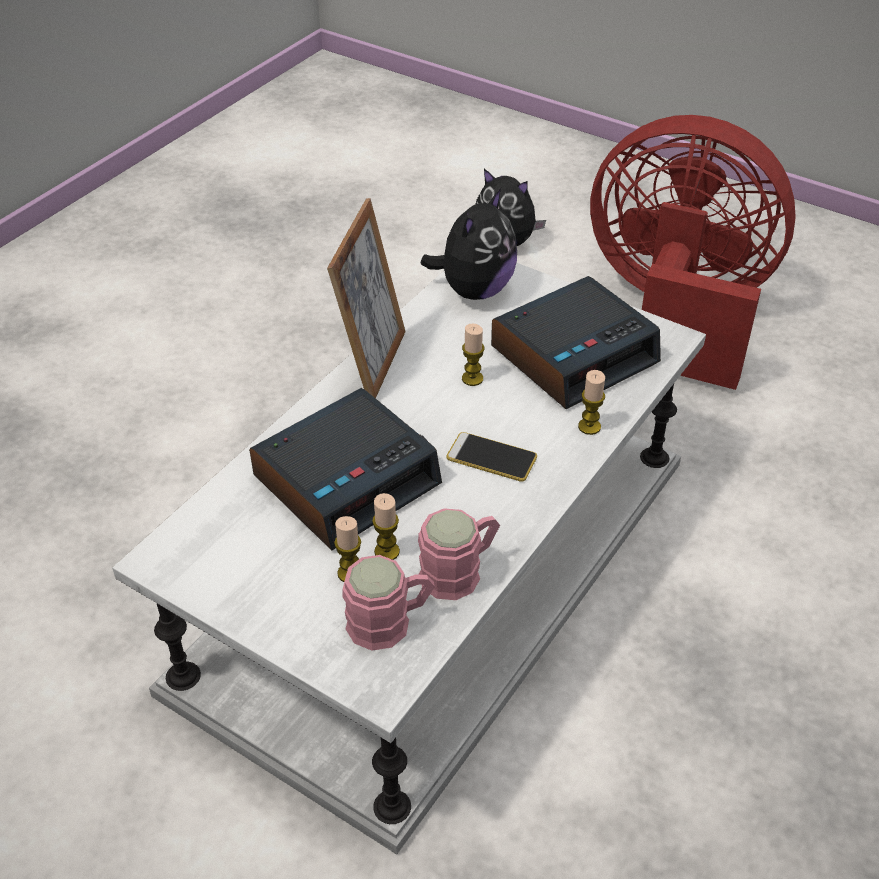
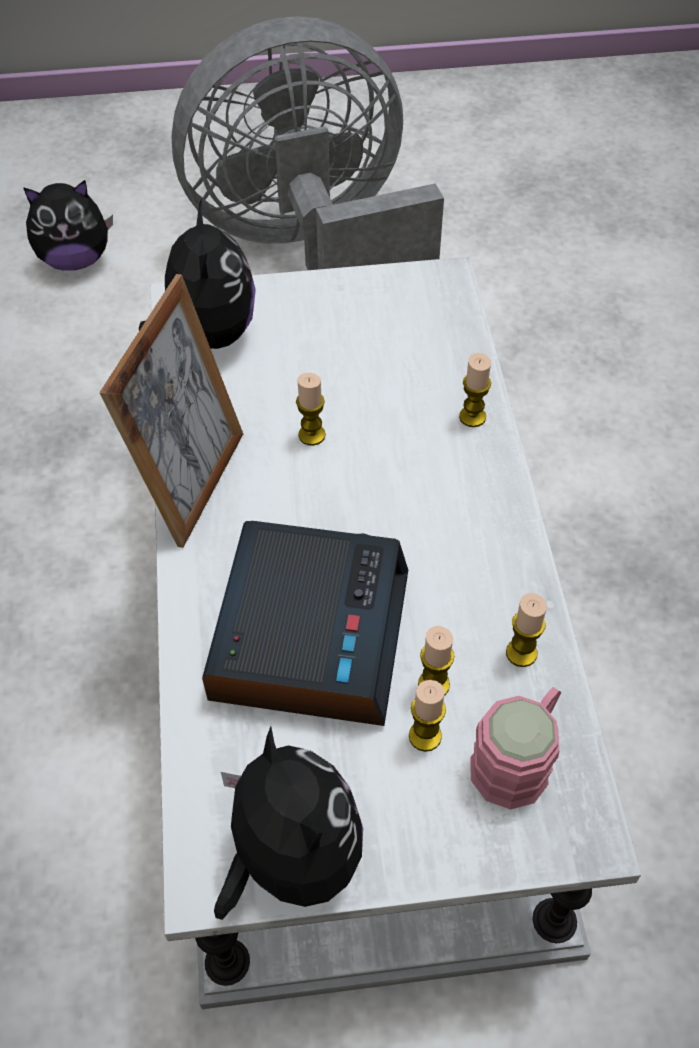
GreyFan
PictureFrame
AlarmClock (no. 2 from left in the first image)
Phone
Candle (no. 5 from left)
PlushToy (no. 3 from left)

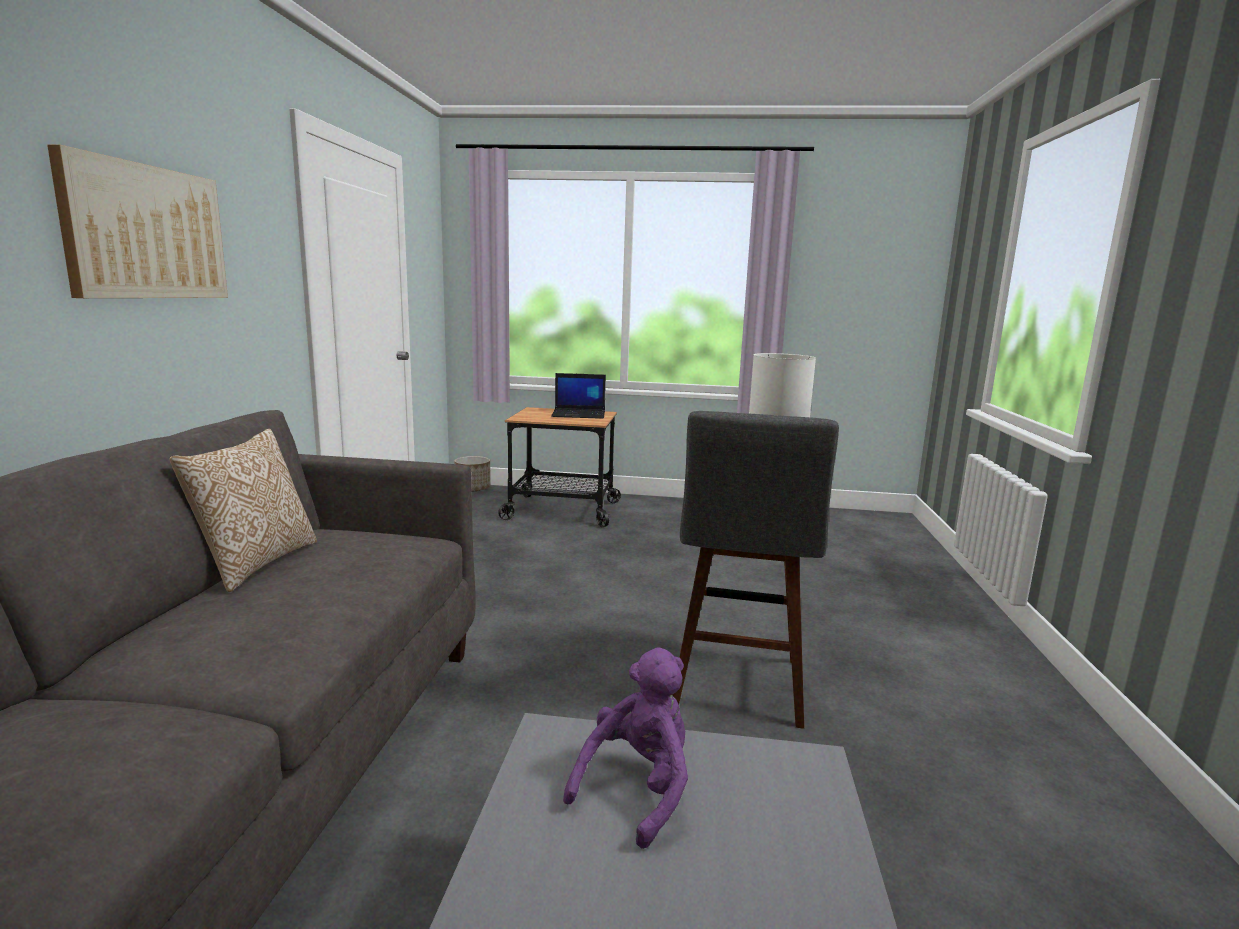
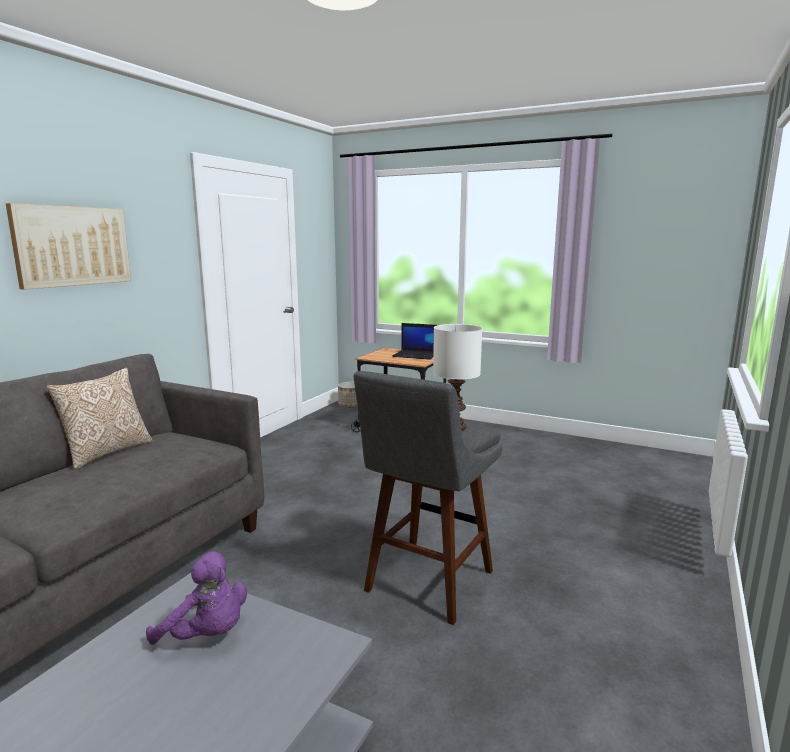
PurplePlushToy

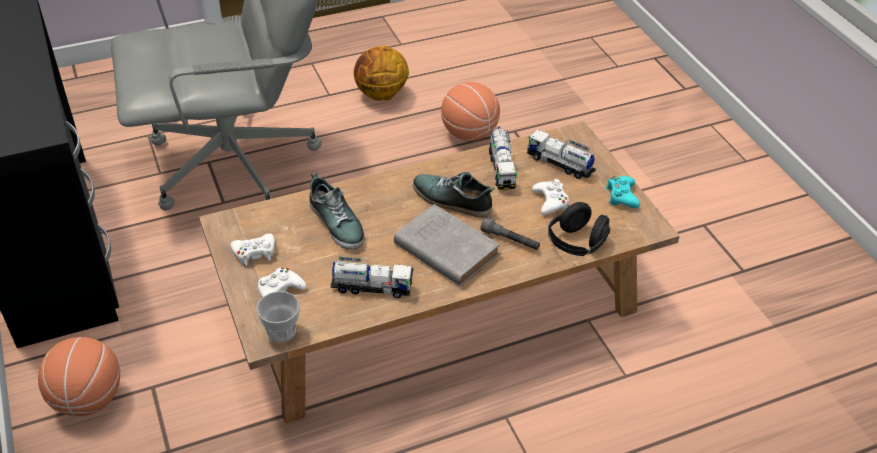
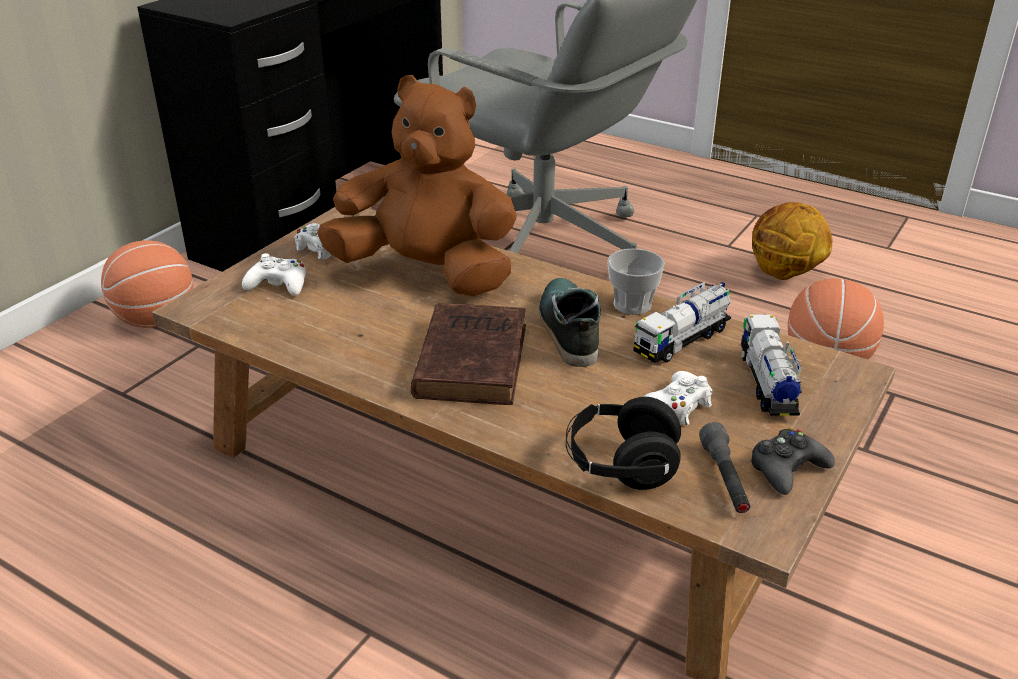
BrownPlushToy
BlackGameController
BrownBook
GreyFlashlight
ToyTruck (no. 1 from left in the first image)
Cup

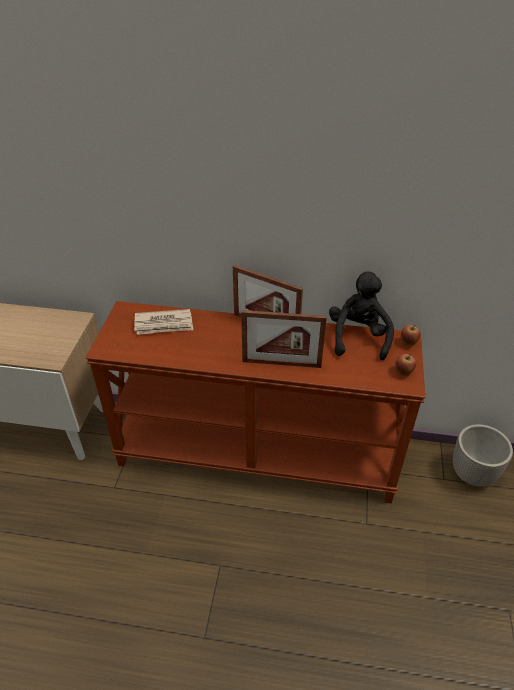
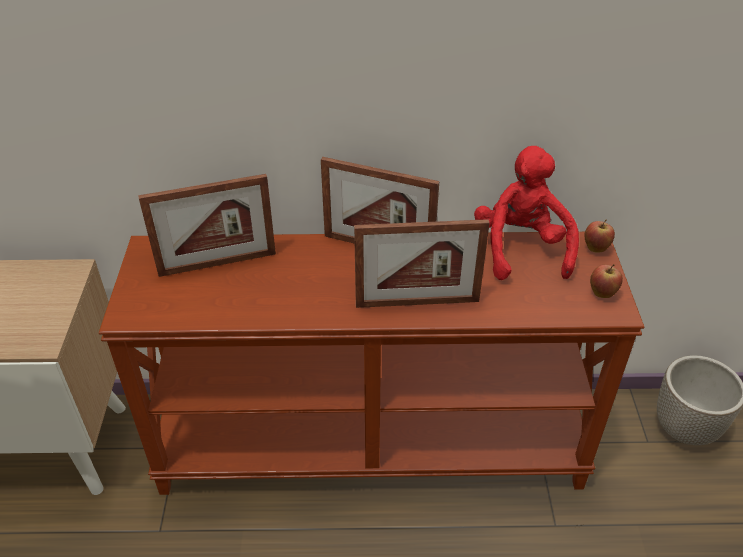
RedPlushToy
PictureFrame (no. 1 from left)

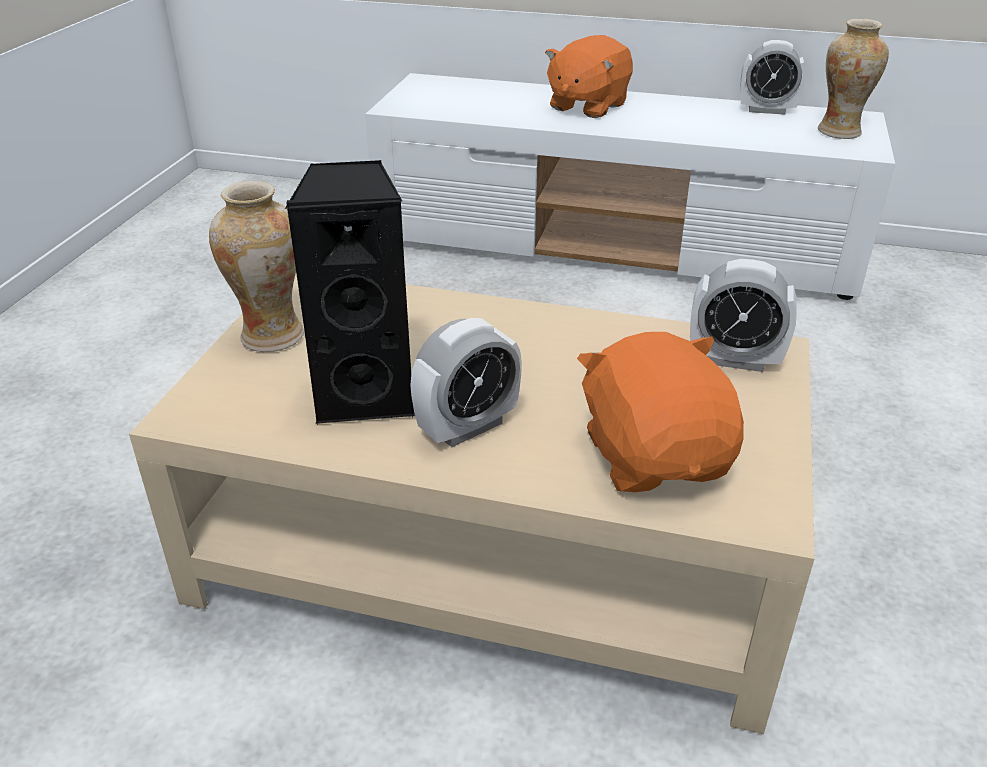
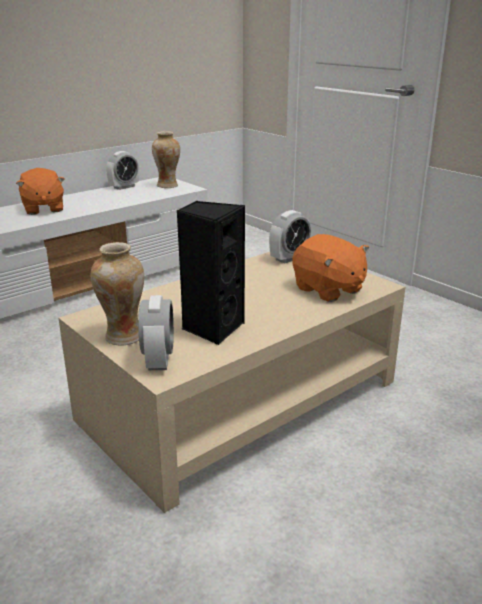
AlarmClock (no. 2 from left)
OrangePlushToy (no. 2 from left)

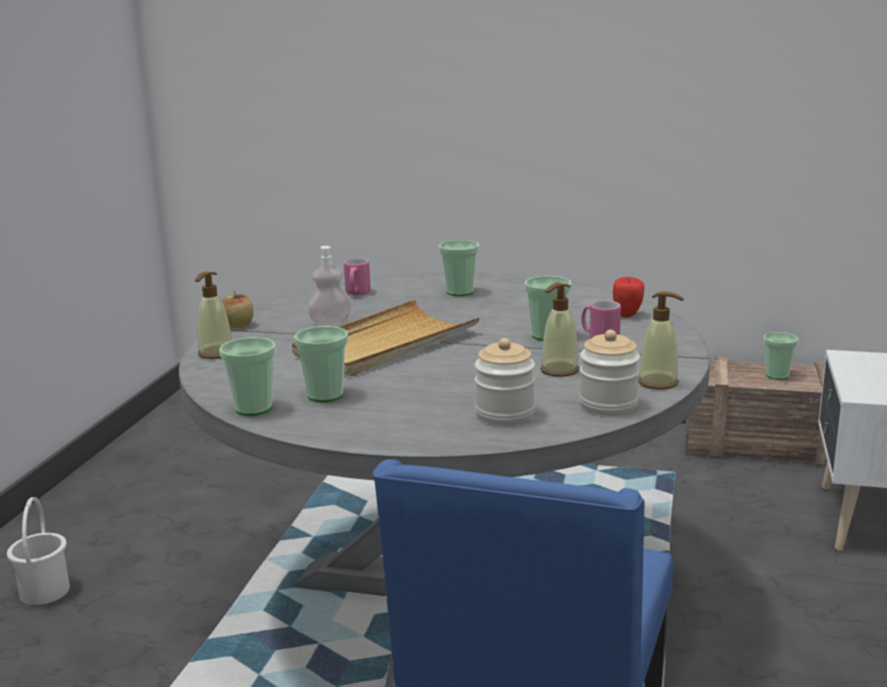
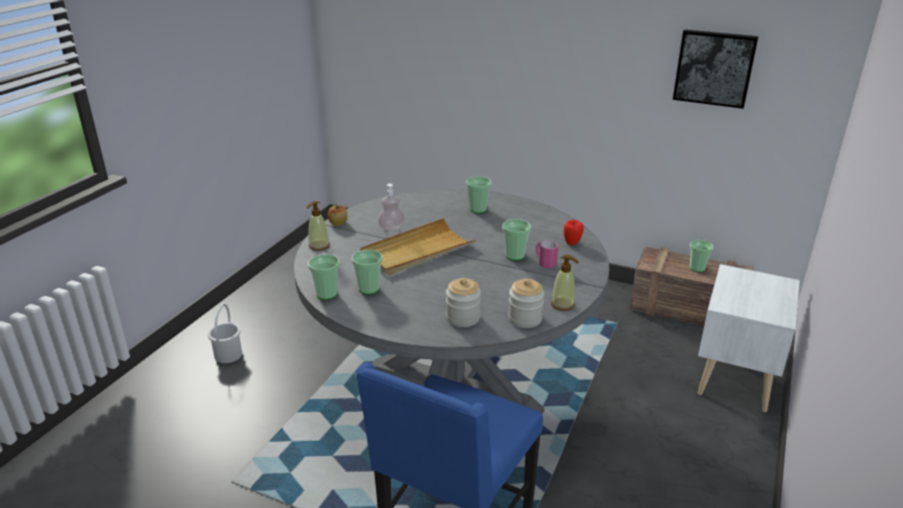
PinkMug (no. 1 from left in the first image)
SoapDispenser (no. 3 from left in the first image)
Picture

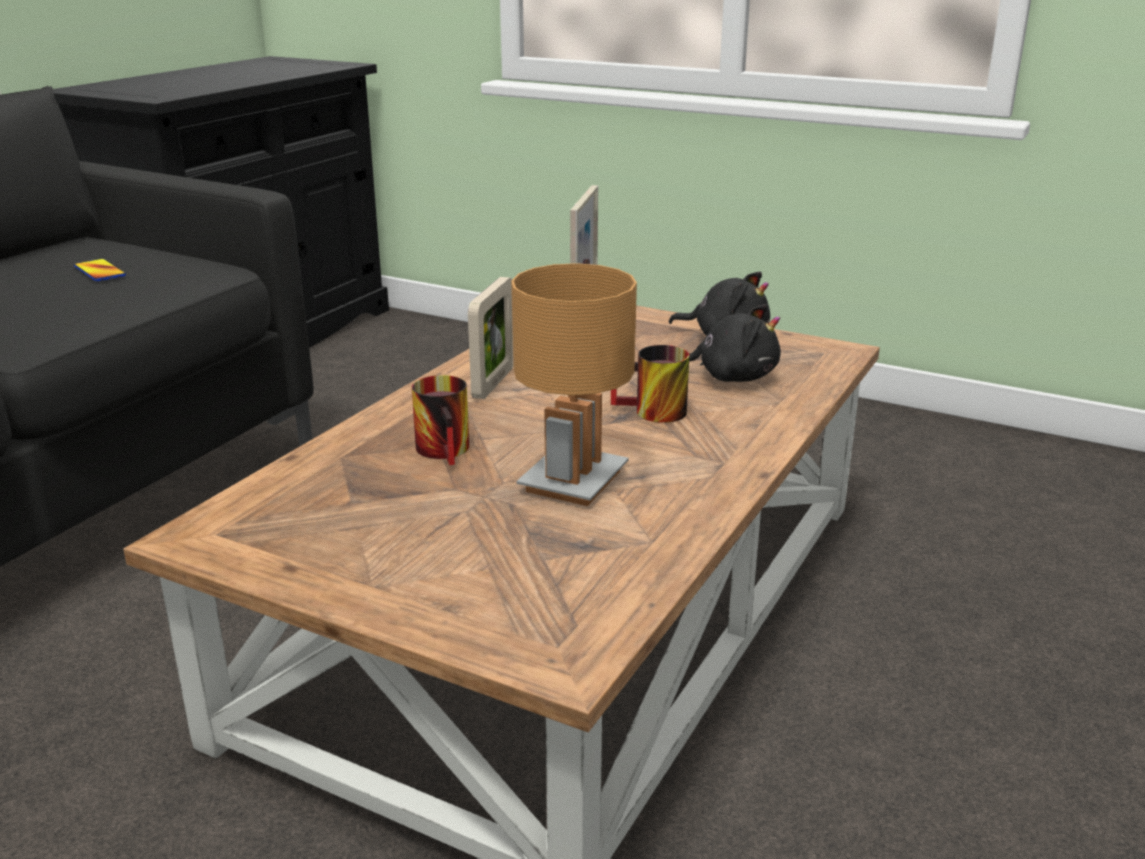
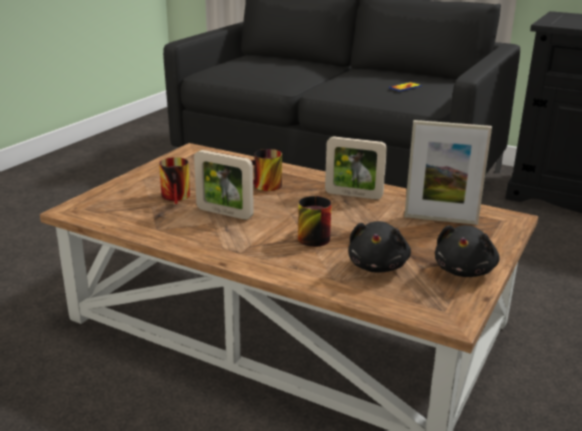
PictureFrame (no. 1 from left)
Mug (no. 1 from left)

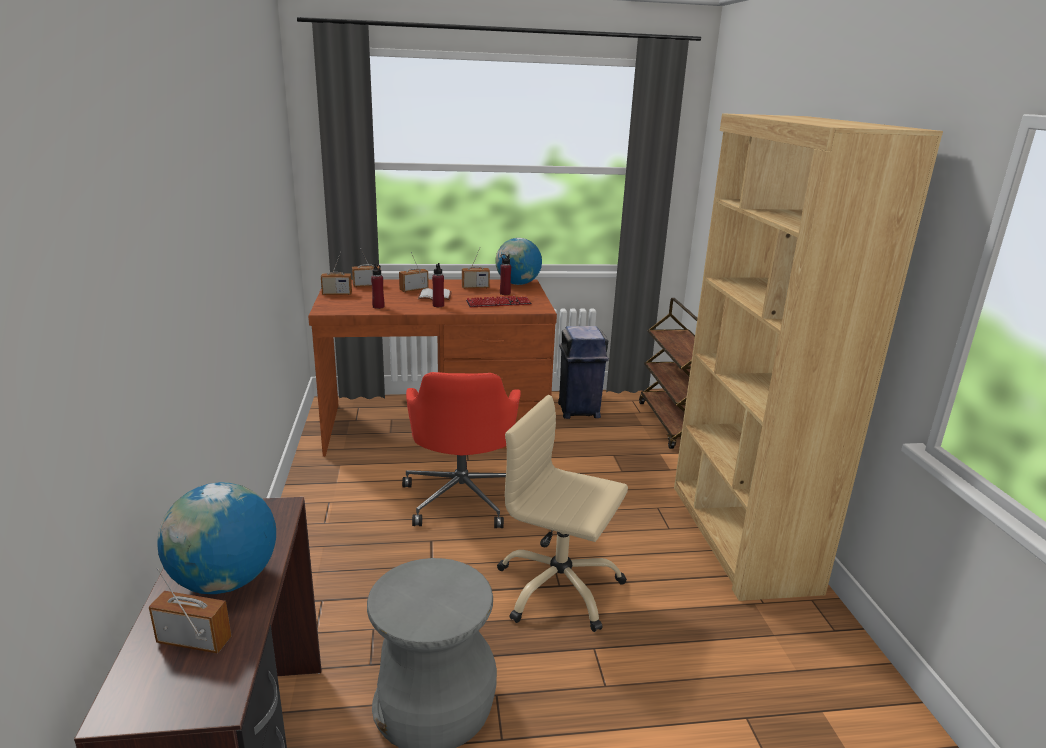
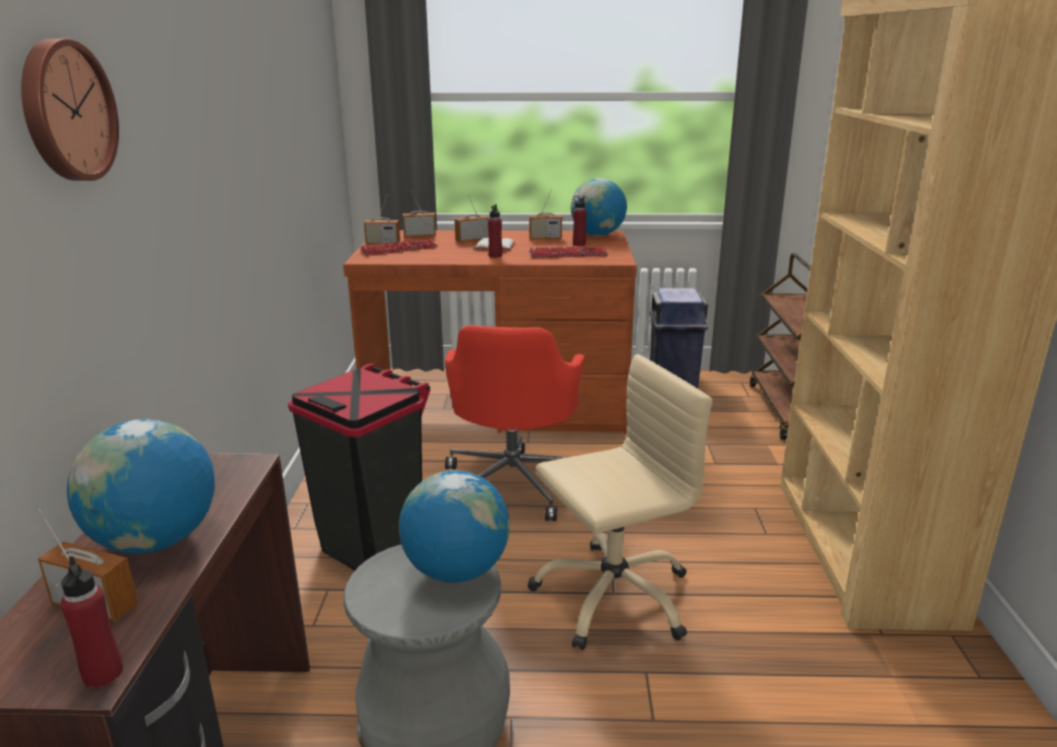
RedBottle (no. 1 from left)
BeigeOfficeChair
WallClock
Keyboard (no. 1 from left)
BlackTrashCan
Globe (no. 2 from left)

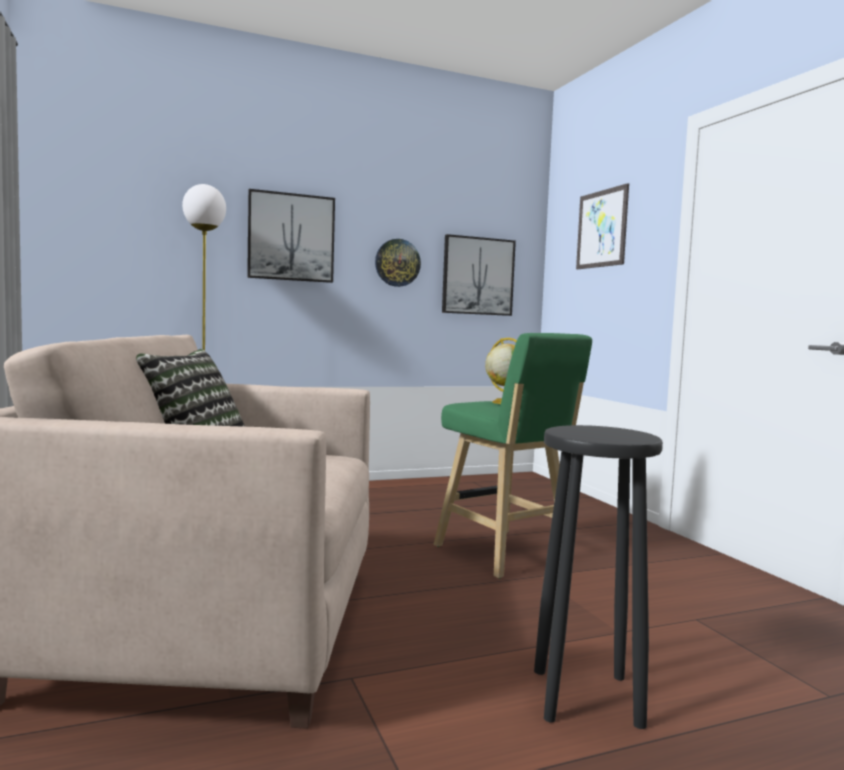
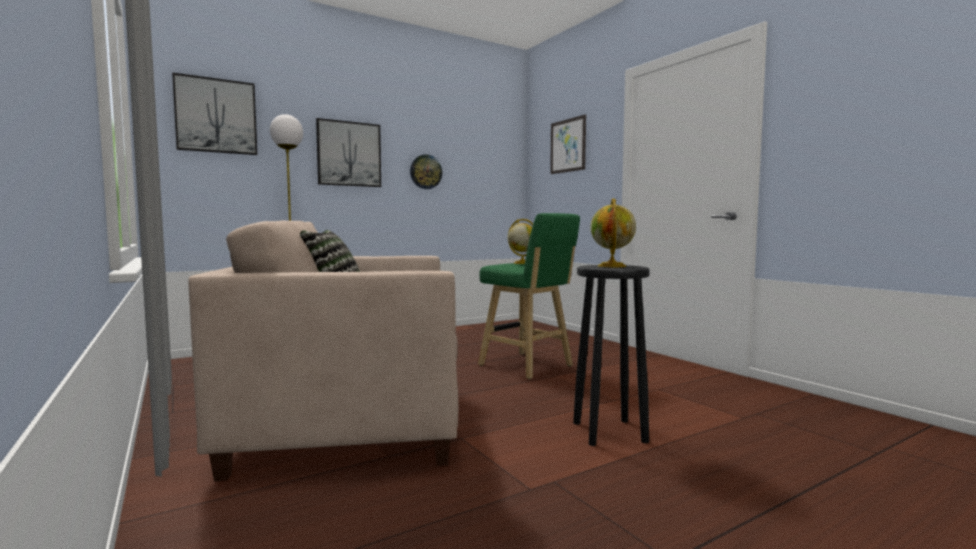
Picture (no. 1 from left)
Globe (no. 2 from left)

